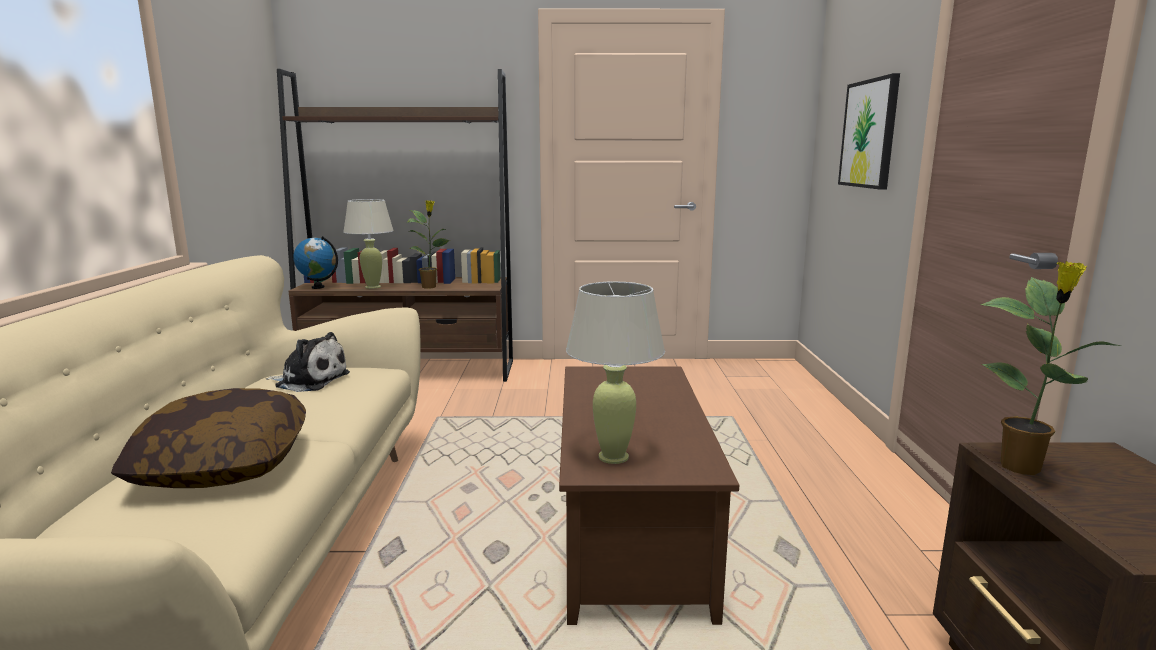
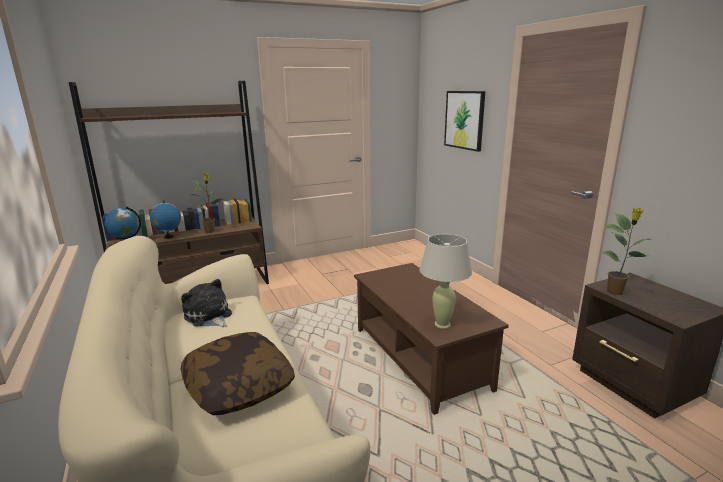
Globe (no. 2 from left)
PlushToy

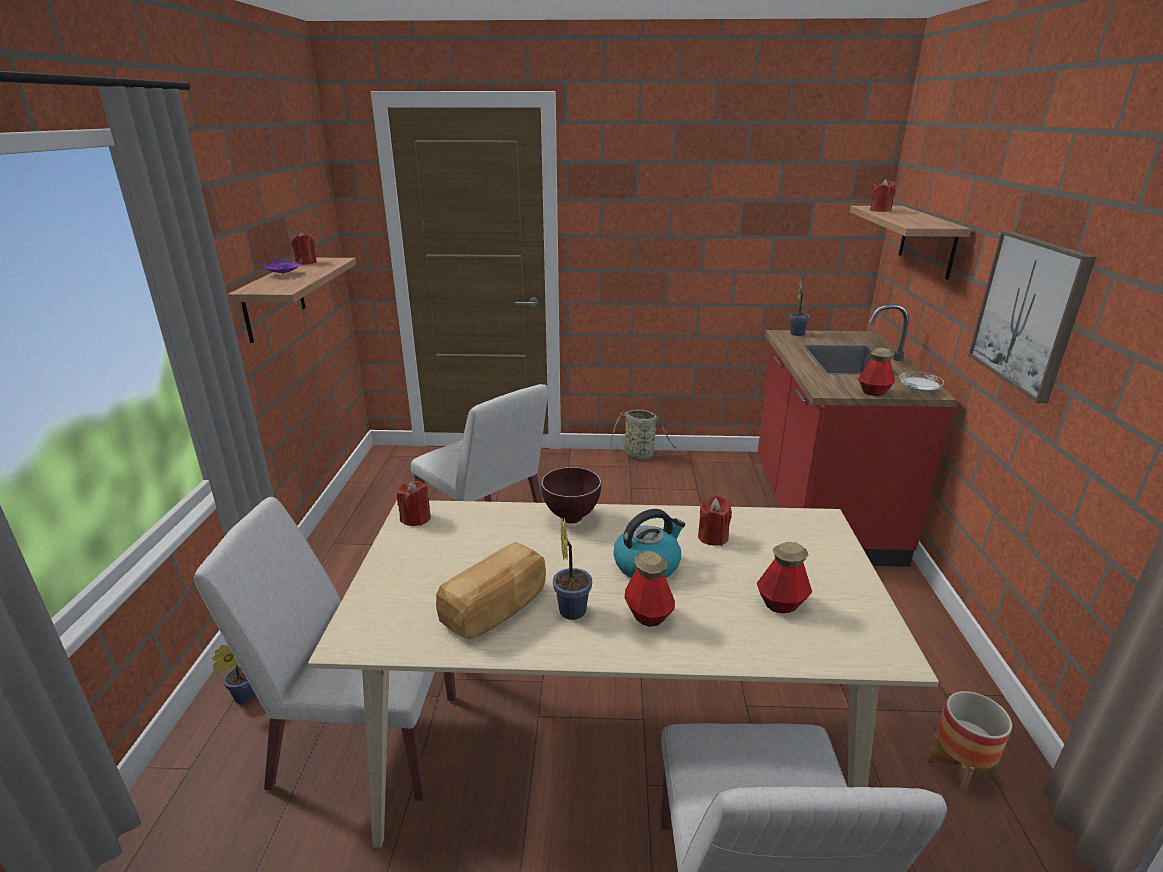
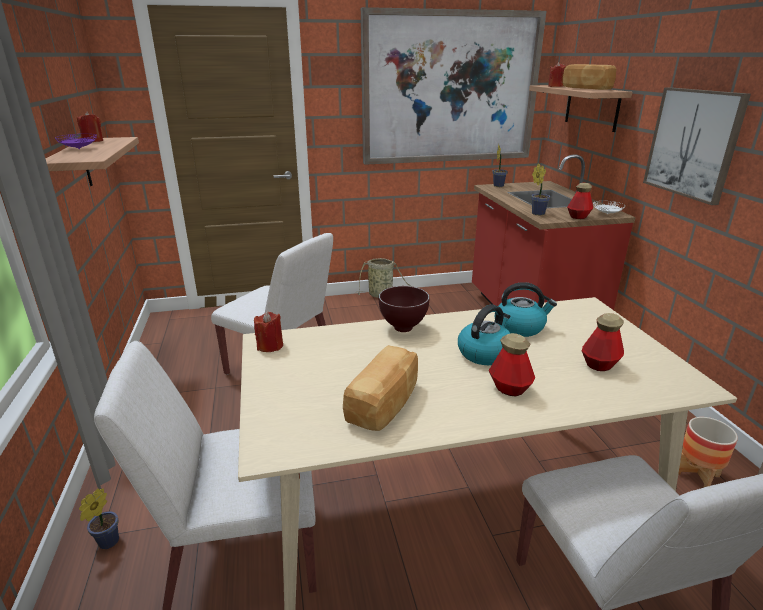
Kettle (no. 2 from left)
PottedPlant (no. 3 from left)
Picture (no. 1 from left)
Bread (no. 2 from left)

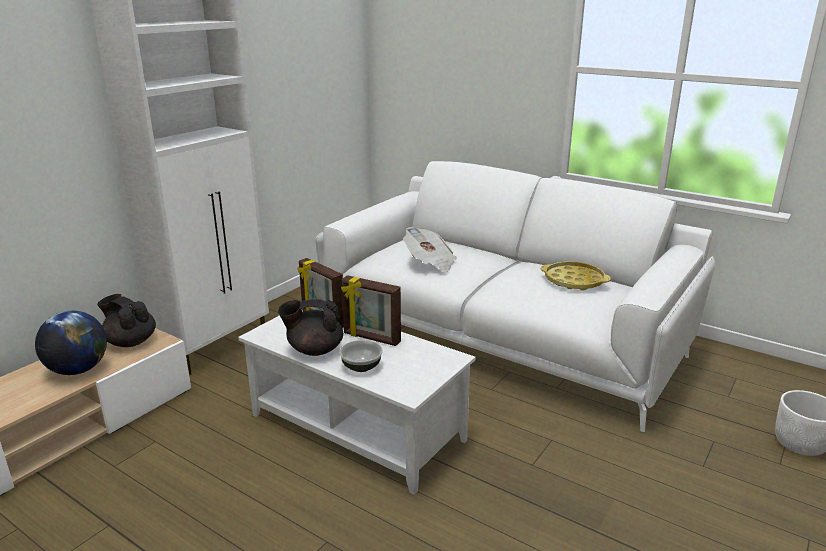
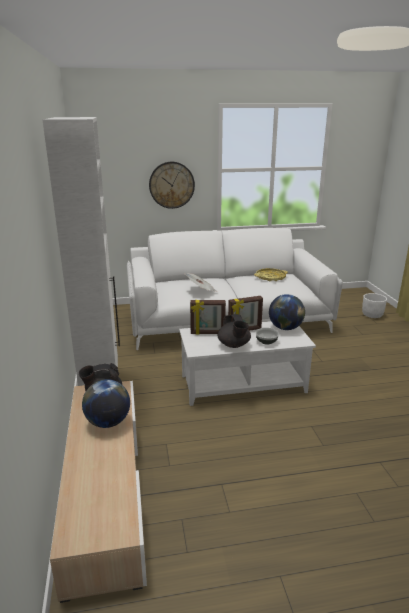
BlackTeapot (no. 2 from left)
WallClock
Globe (no. 2 from left)

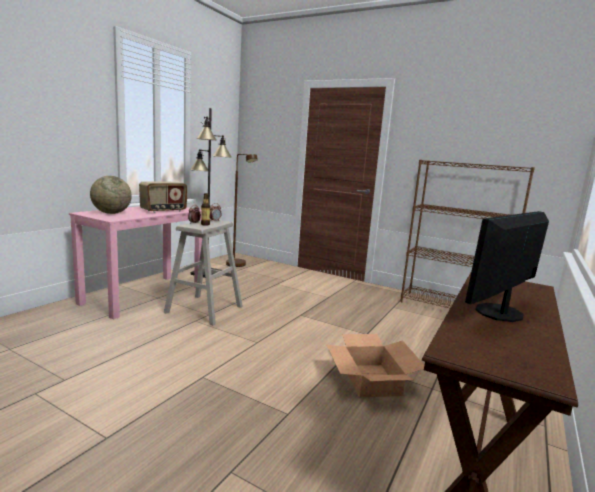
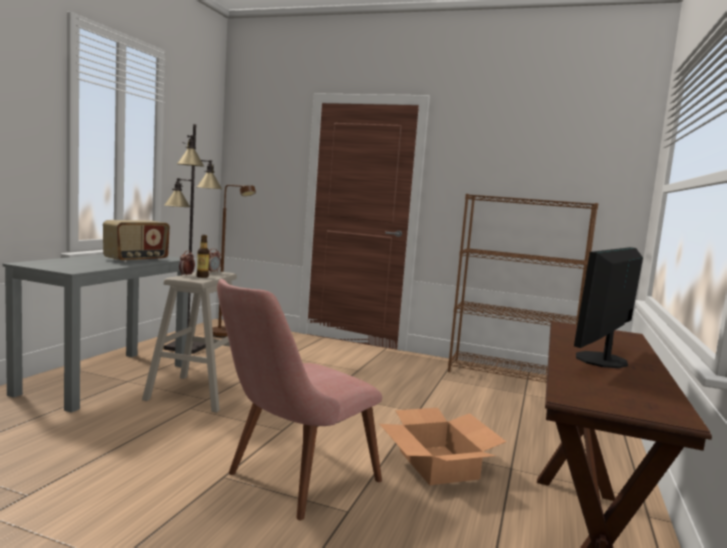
Globe
GreyDesk
PinkChair

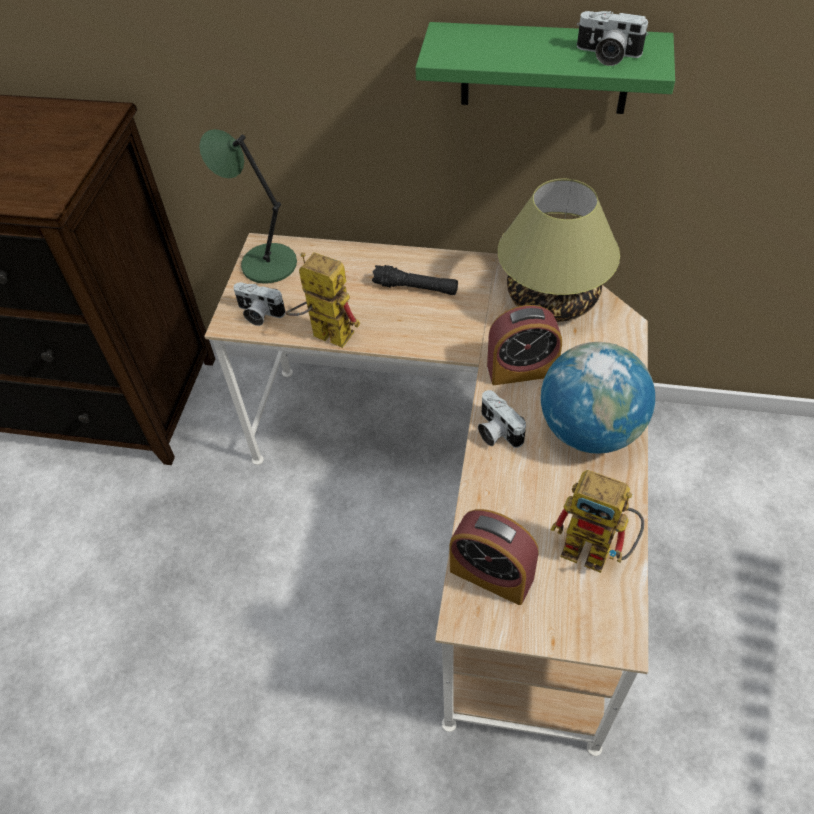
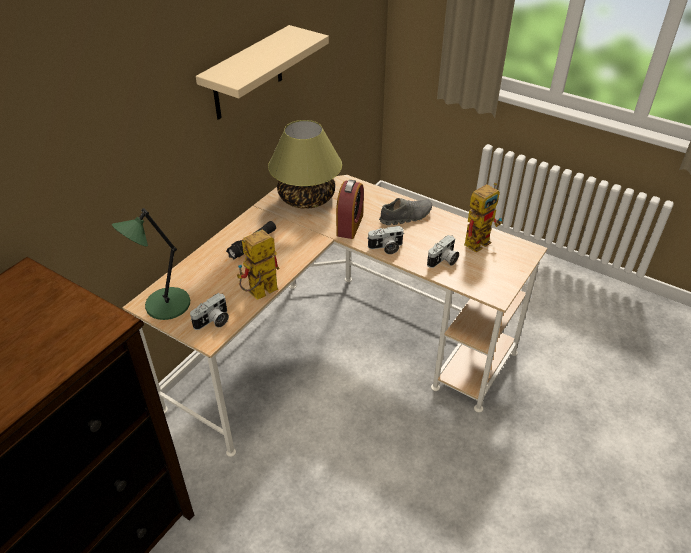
PhotoCamera (no. 3 from left)
BeigeShelf
GreyShoe
AlarmClock (no. 1 from left in the first image)

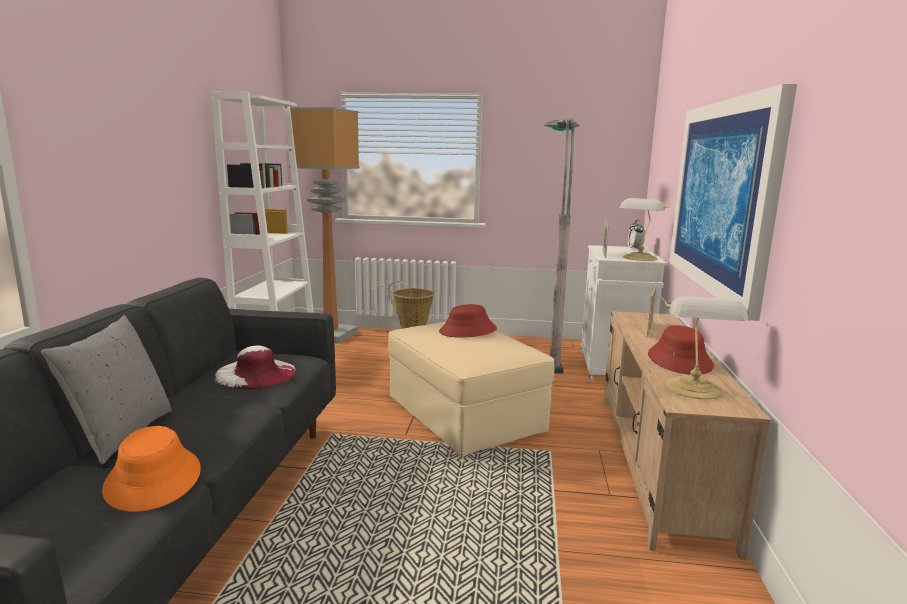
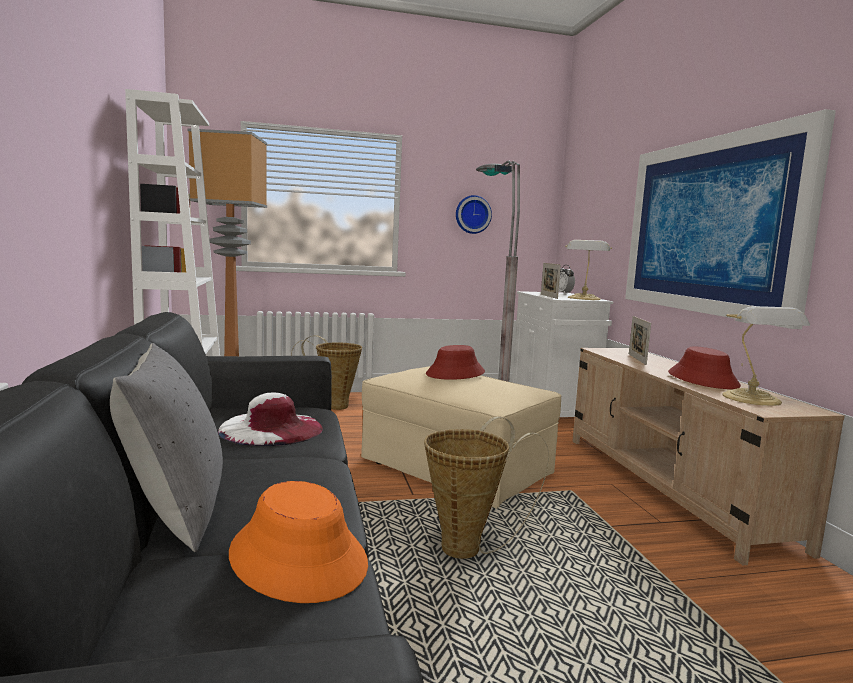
WallClock
Basket (no. 2 from left)

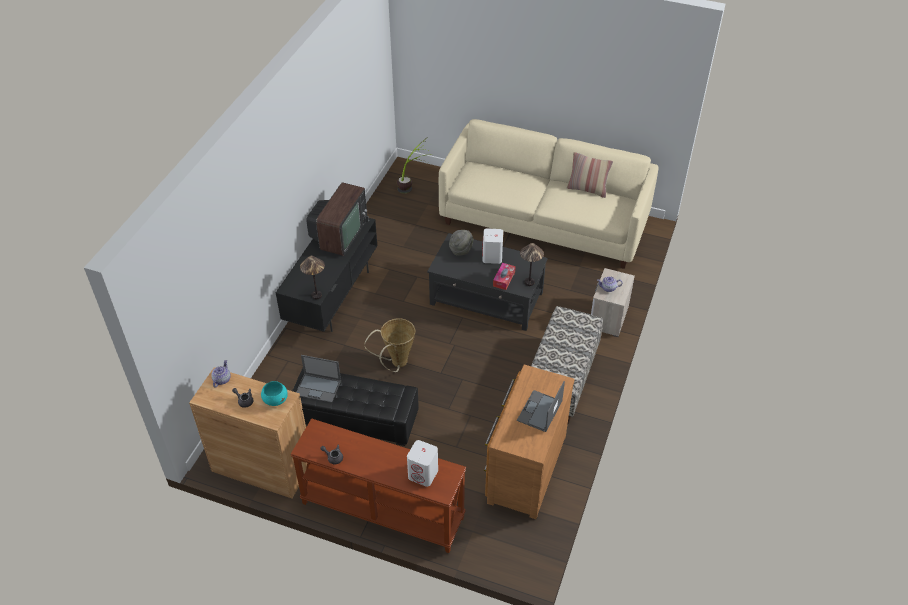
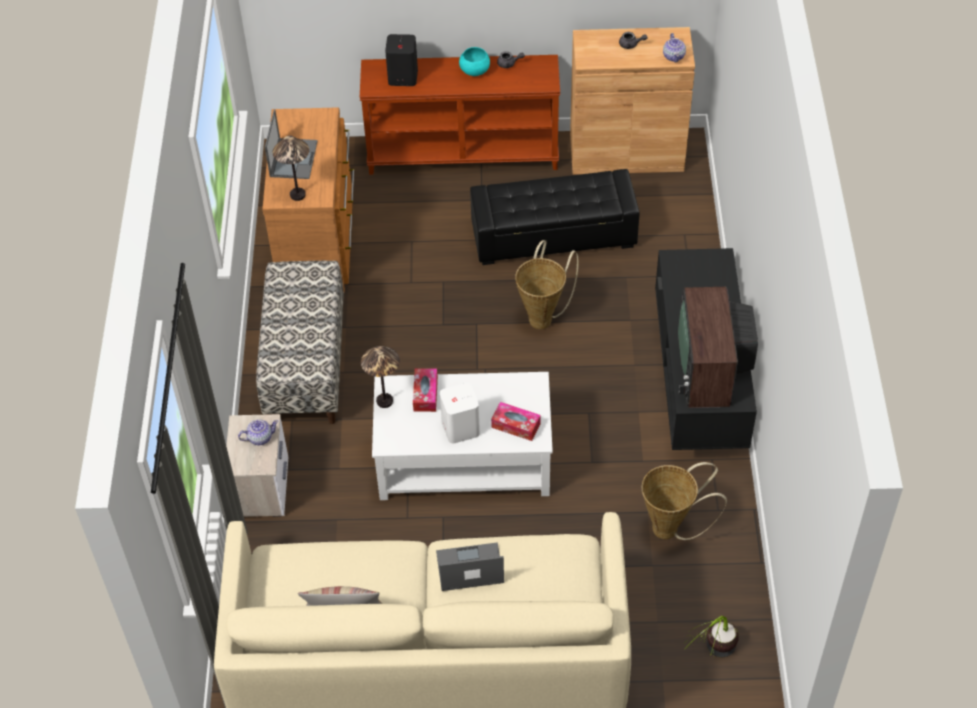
TissueBox (no. 2 from left)
WhiteCoffeeTable
TableLamp (no. 1 from left)
Laptop (no. 2 from left)
TurquoiseBowl
BlackSpeaker
Basket (no. 2 from left)

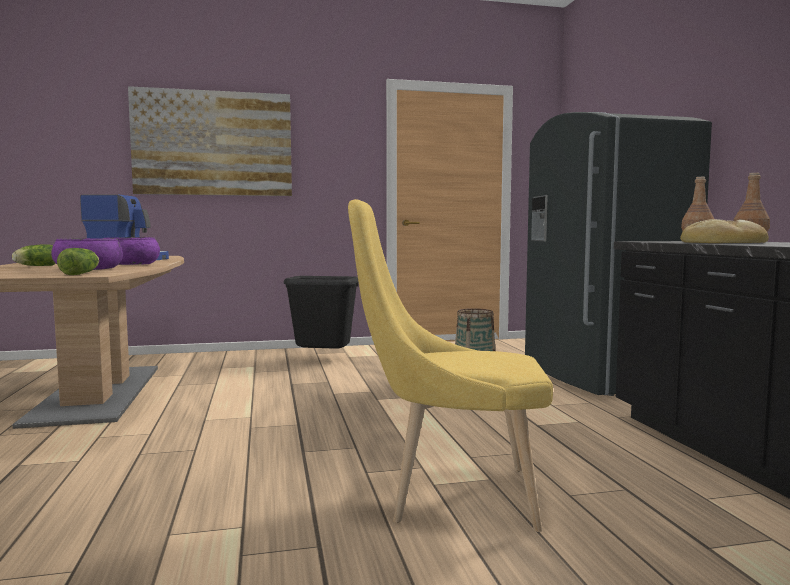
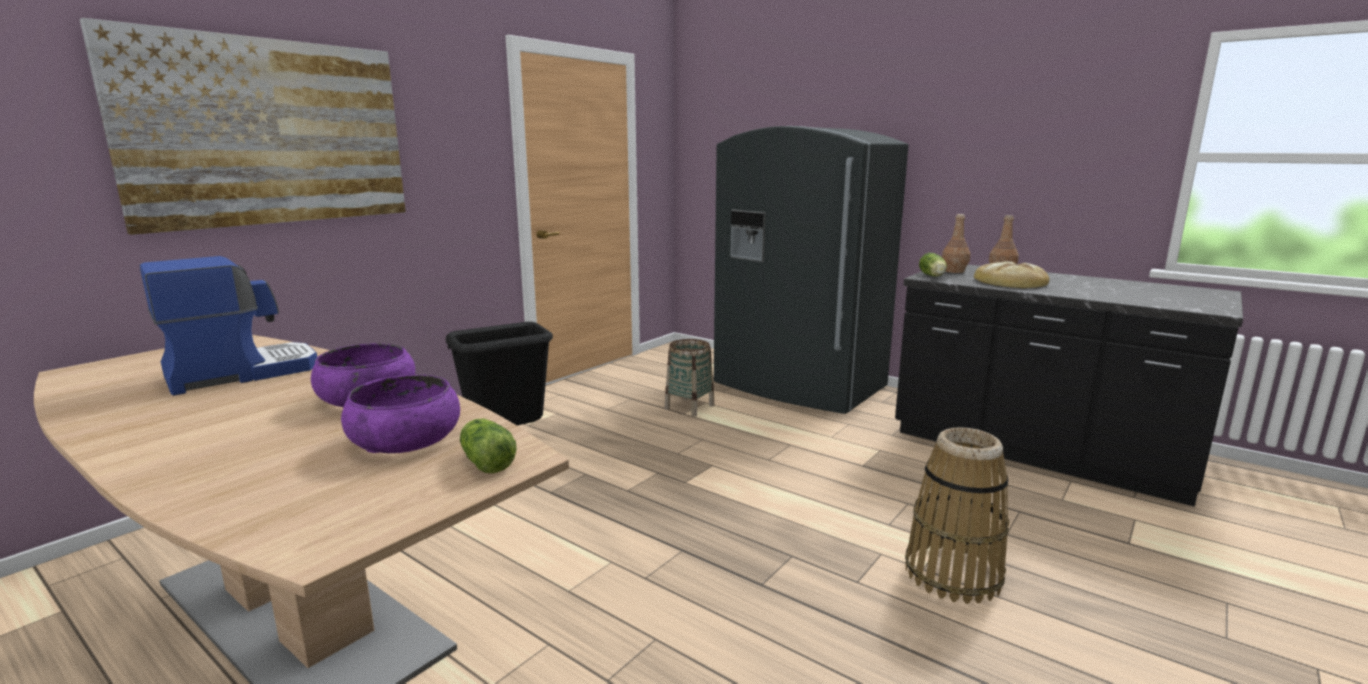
Basket (no. 2 from left)
Lettuce (no. 2 from left)

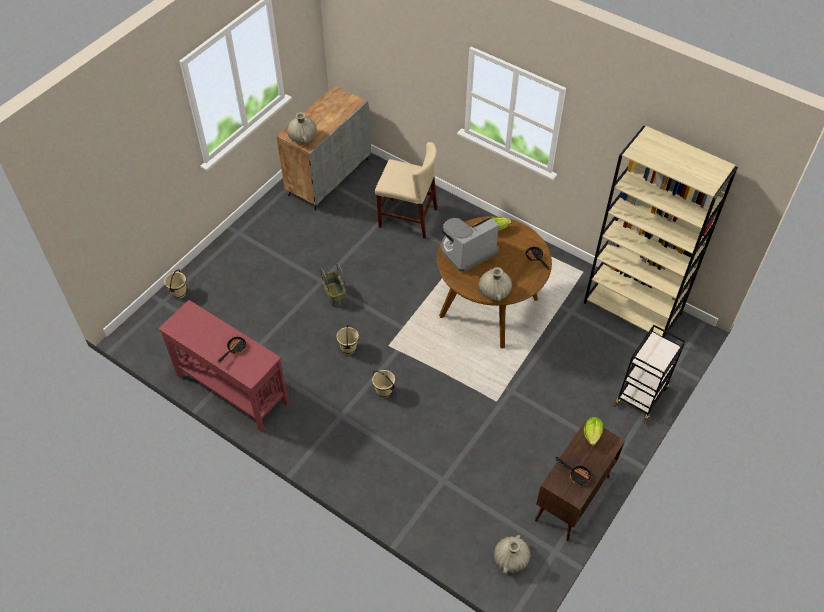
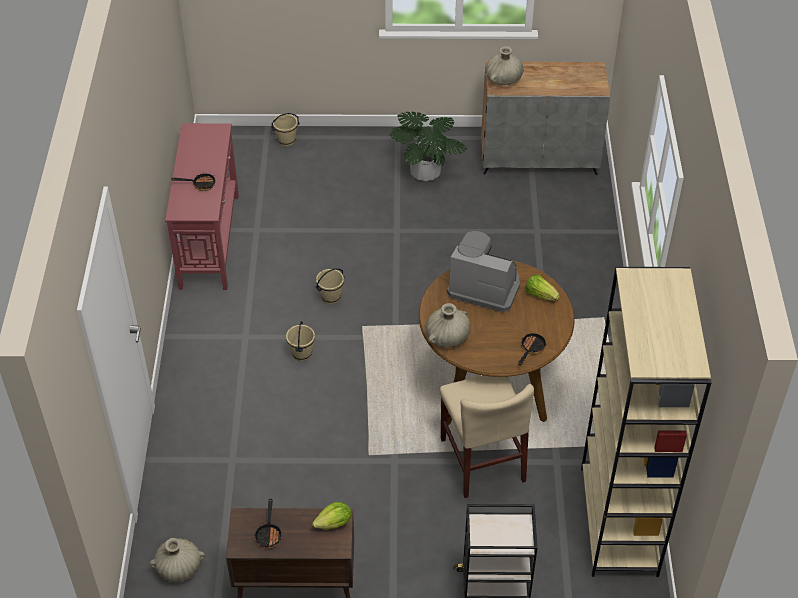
BeigeChair
Basket
PottedPlant

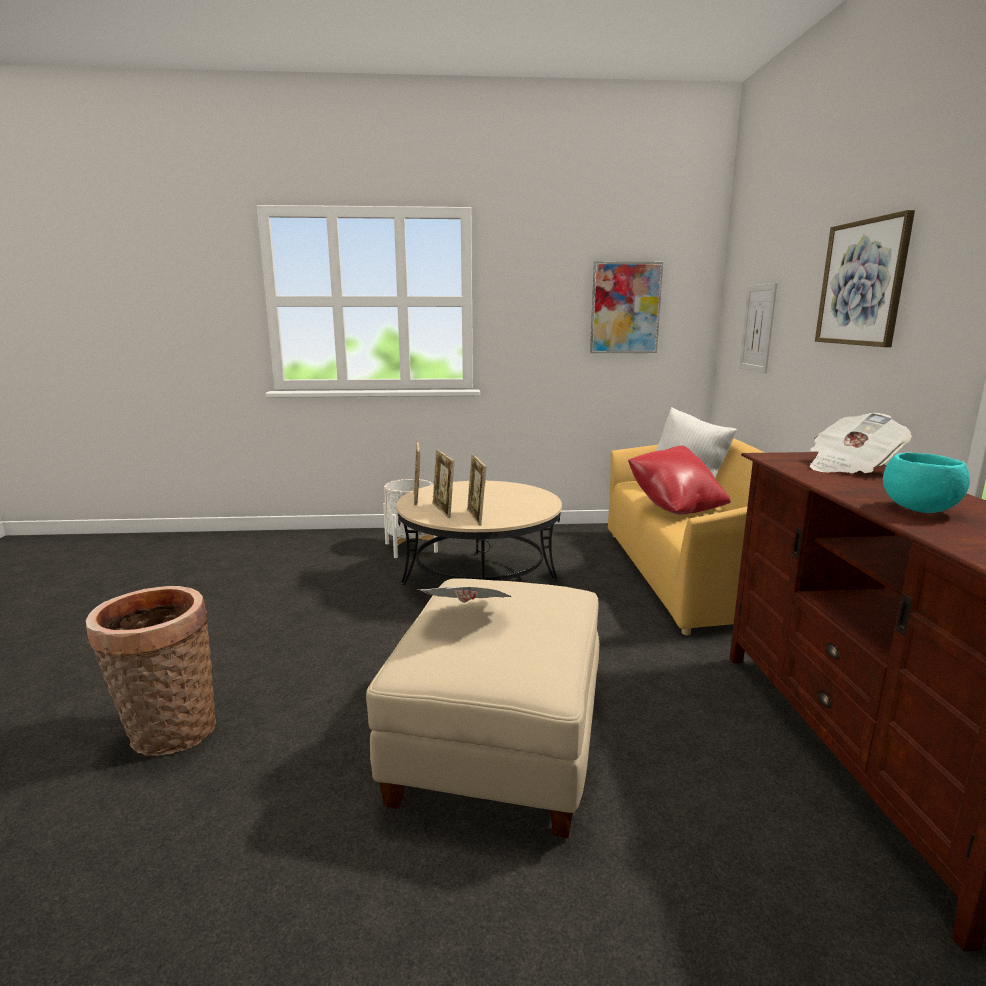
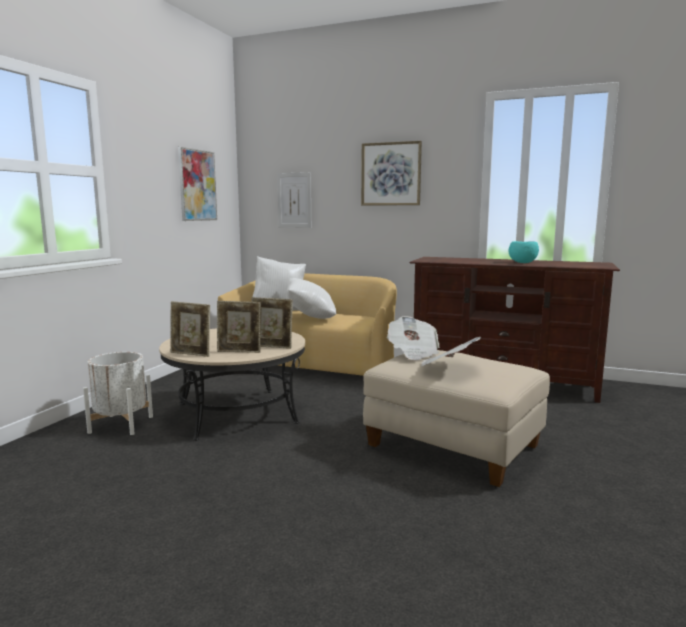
Newspaper (no. 1 from left)
WhitePillow (no. 2 from left)
Basket

